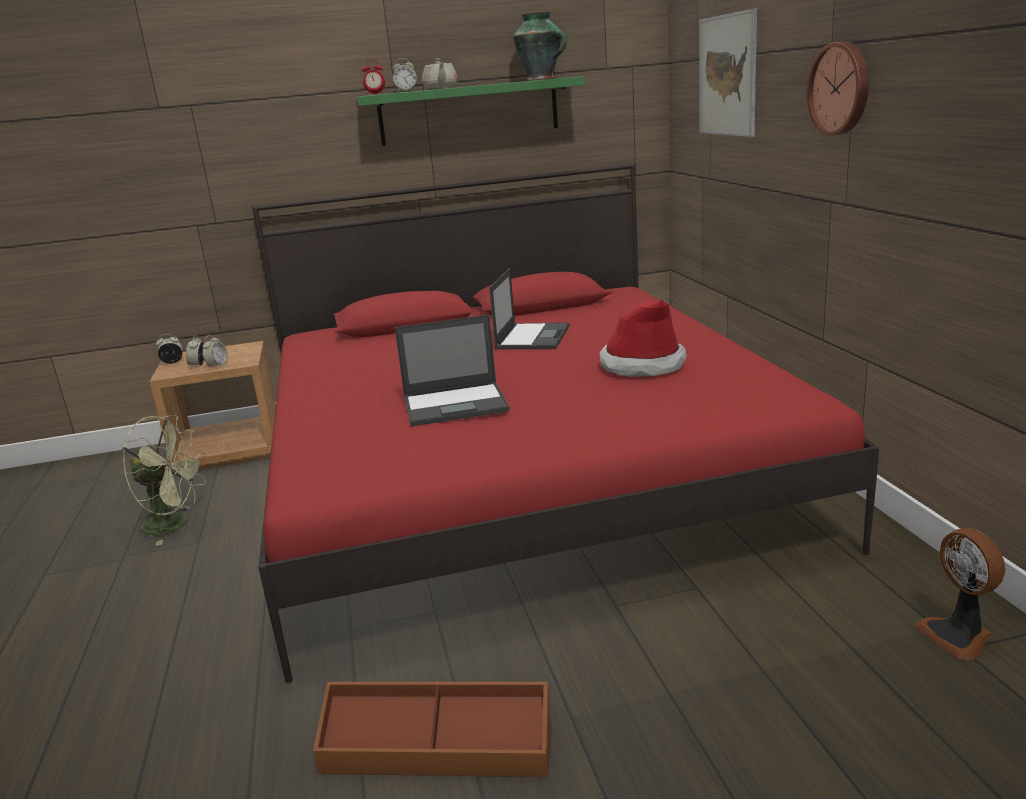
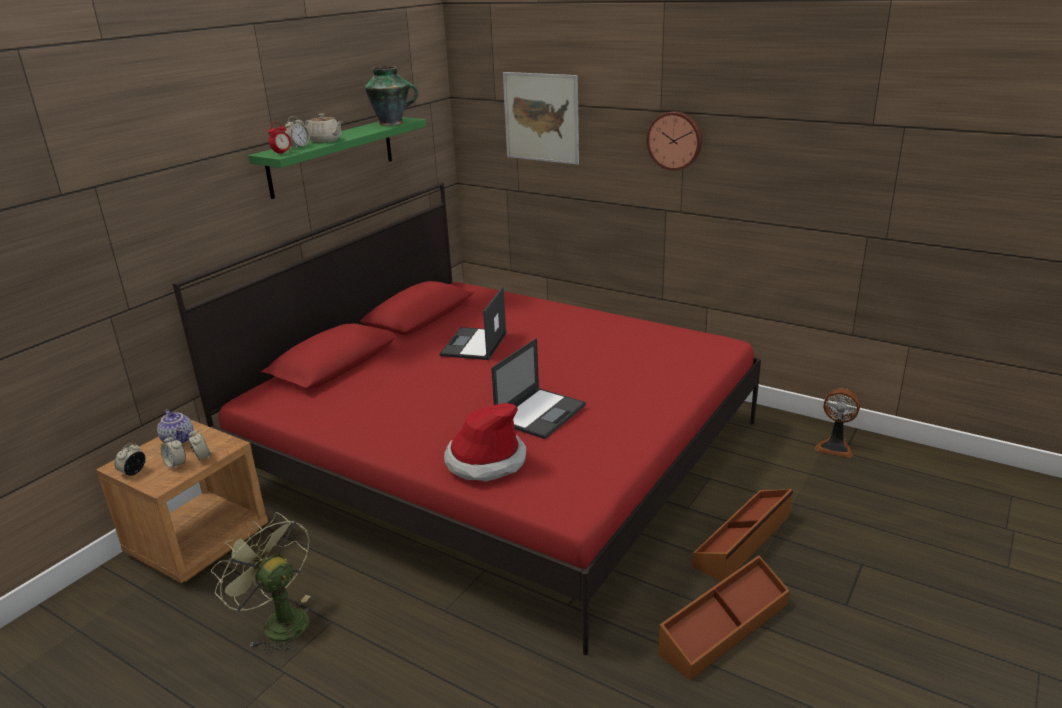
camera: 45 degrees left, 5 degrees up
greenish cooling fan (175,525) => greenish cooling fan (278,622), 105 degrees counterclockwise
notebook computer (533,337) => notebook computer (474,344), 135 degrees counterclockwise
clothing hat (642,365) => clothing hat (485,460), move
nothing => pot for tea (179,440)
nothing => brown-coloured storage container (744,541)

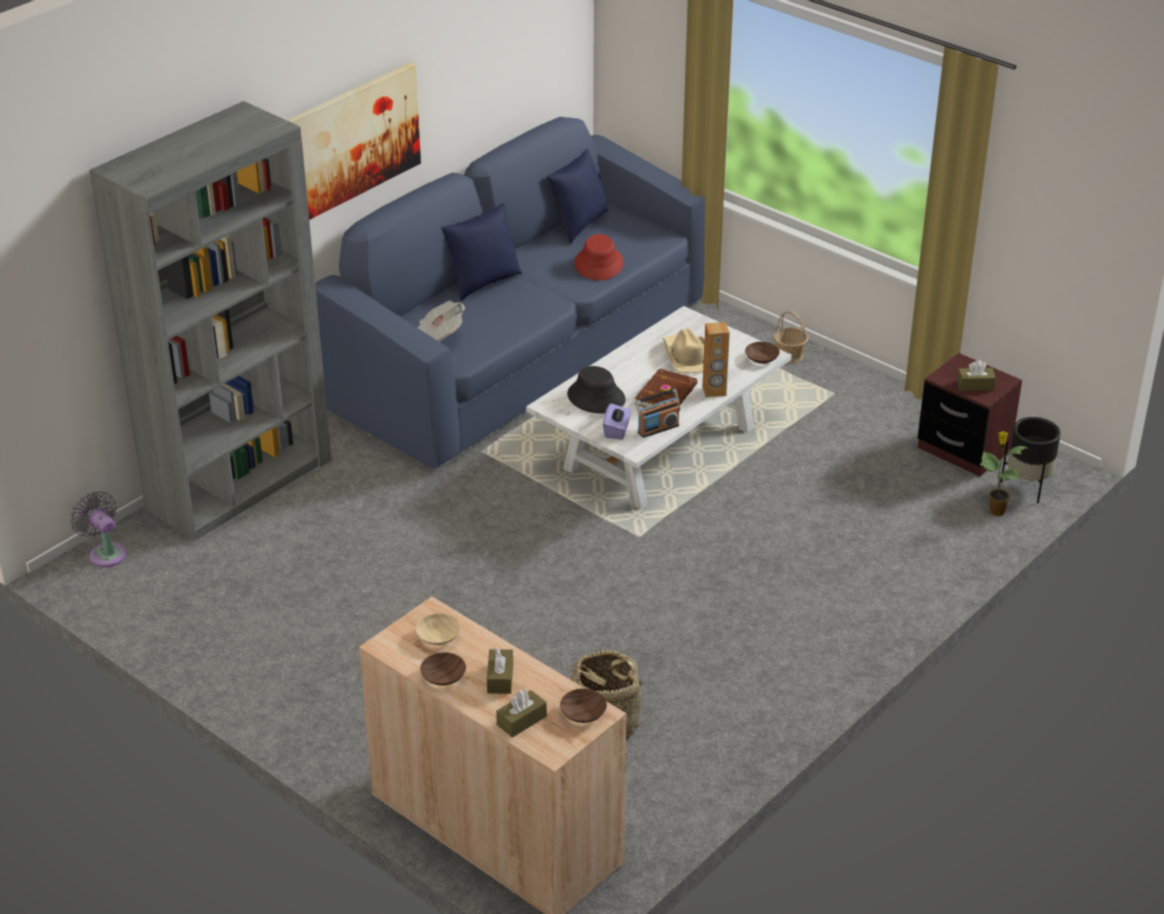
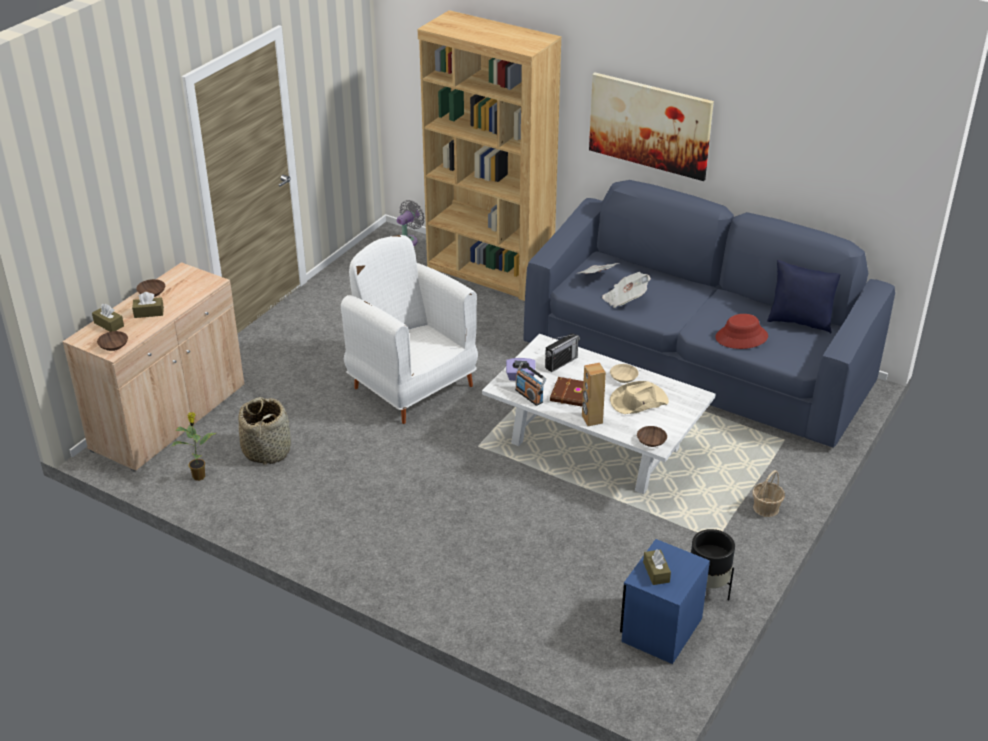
camera: 80 degrees right, 0 degrees up
gray shelving unit (240,484) => brown-coloured shelving unit (490,272)
beige serving bowl (439,637) => beige serving bowl (623,378), move
blue pillow (483,283) => nothing
black-coloured clothing hat (596,397) => radio receiver (561,363)
brown-coloured bedside table (963,449) => blue bedside table (661,630)
plant in a pot (995,511) => plant in a pot (199,475), move
black-coloured plant pot (1028,486) => black-coloured plant pot (707,589), move
nothing => white-coloured easy chair (412,386)
nothing => newspaper (625,300)

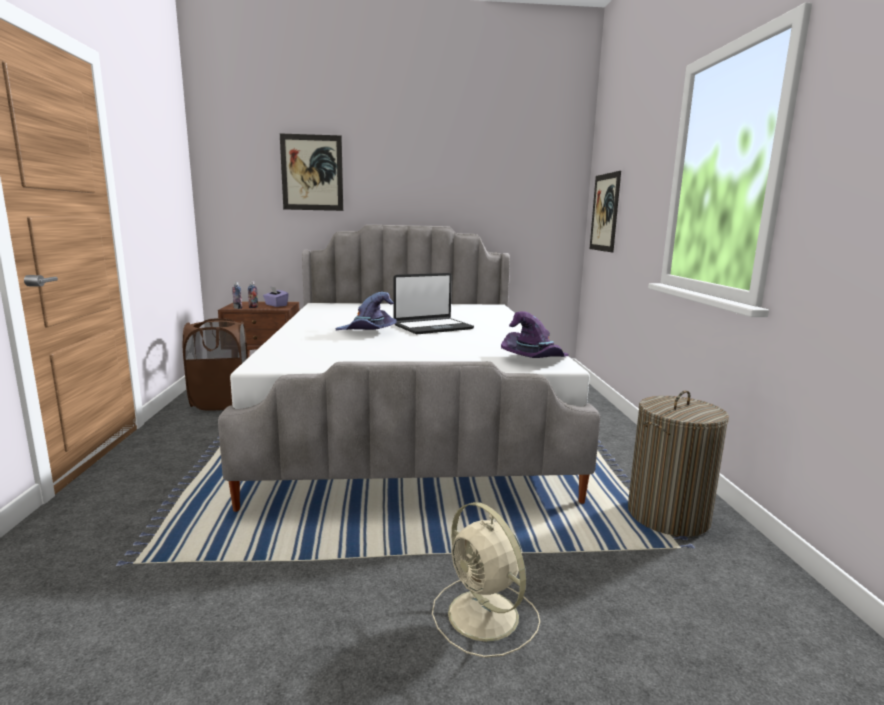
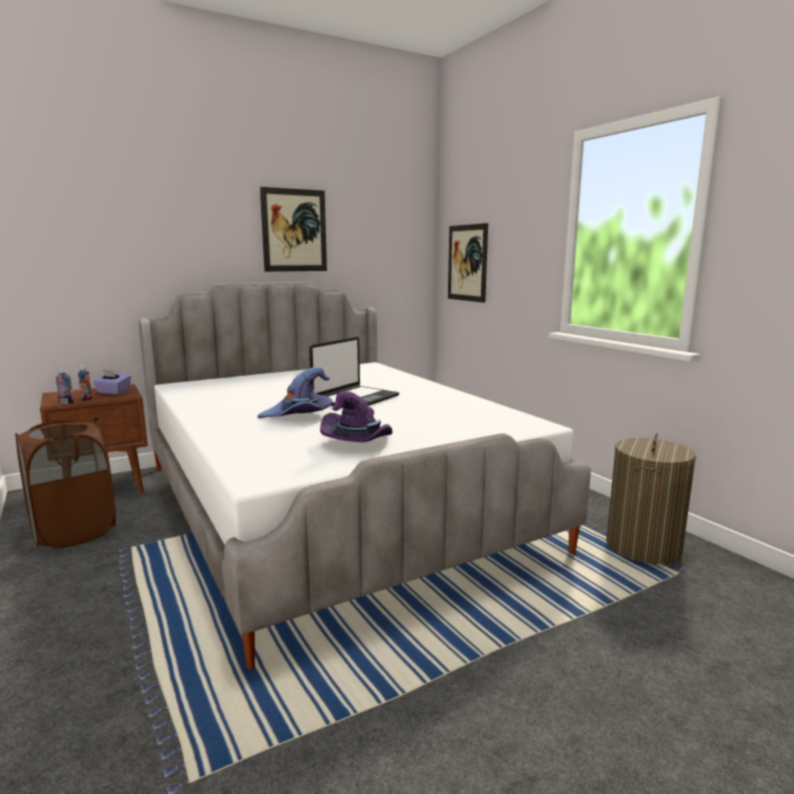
camera: 25 degrees left, 0 degrees up
picture (312,173) => picture (294,230), move
beige cooling fan (485,617) => nothing
purplish clothing hat (534,360) => purplish clothing hat (359,442), move

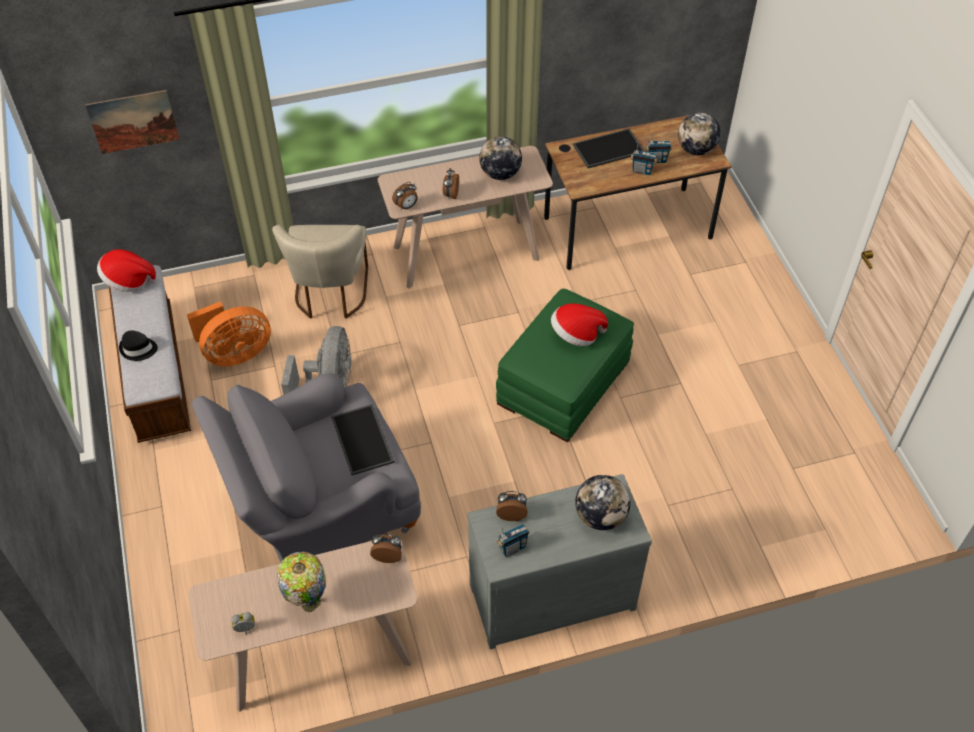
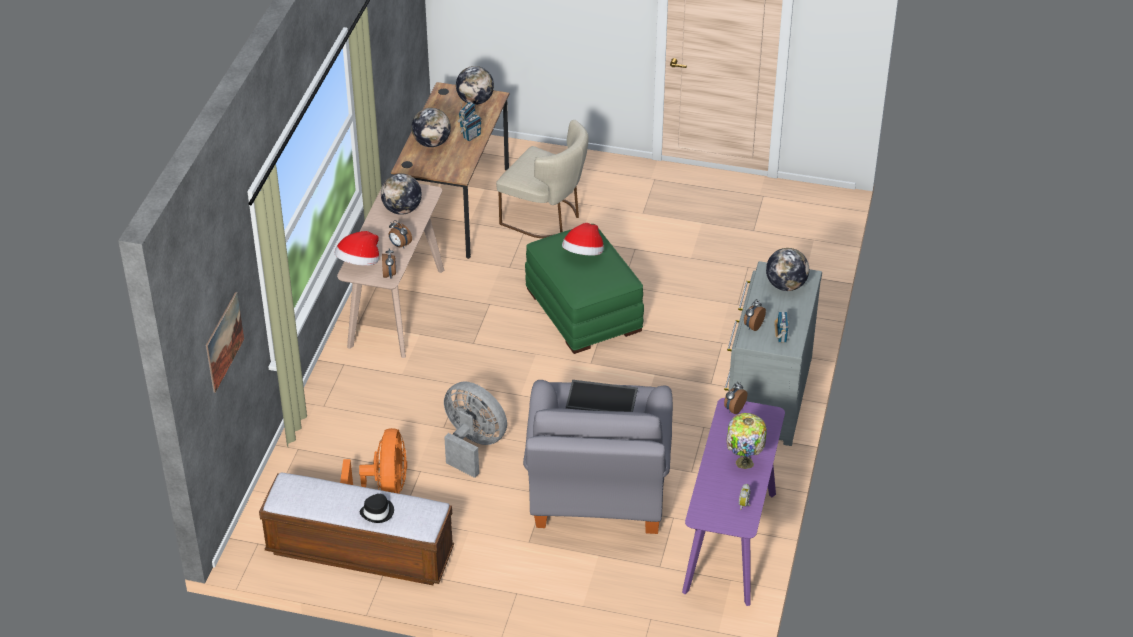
camera: 60 degrees left, 10 degrees down
clothing hat (128,281) => clothing hat (359,263), move
beige console table (318,654) => purplish console table (730,542)
beige plain chair (330,295) => beige plain chair (546,217), move
tray (608,149) => world globe (432,143)

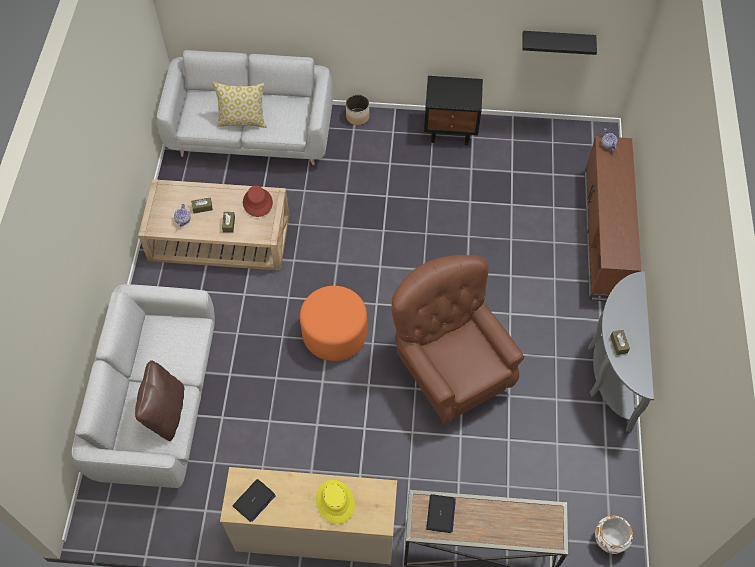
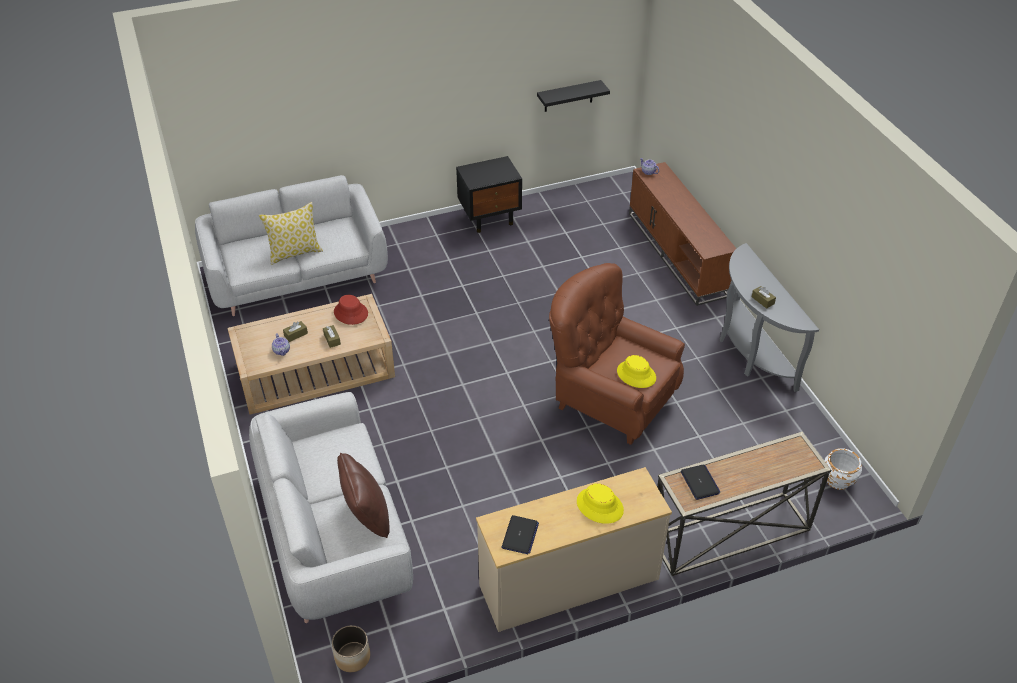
camera: 25 degrees left, 15 degrees down
orangey pouffe (334,334) => nothing
plant pot (358,116) => plant pot (353,656), move
nothing => yellowish clothing hat (636,375)

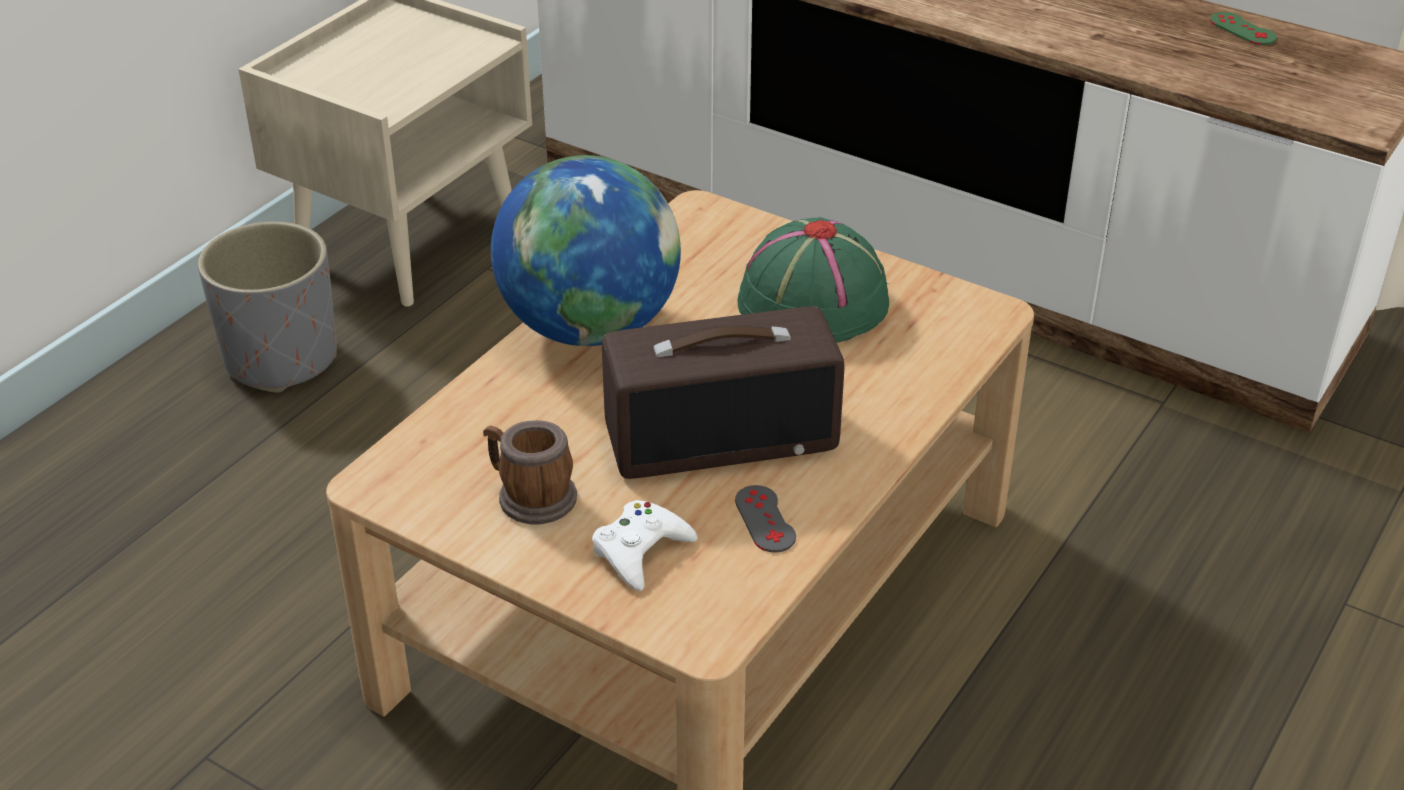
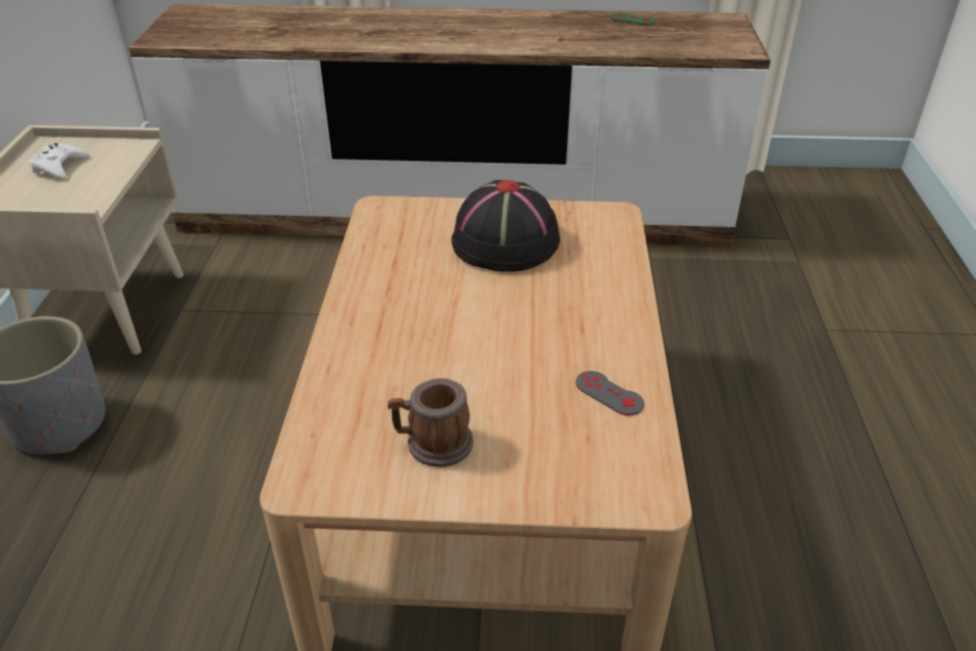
camera: 30 degrees left, 0 degrees up
world globe (589,327) => nothing
white-coloured gamepad (640,551) => white-coloured gamepad (60,167), move
radio receiver (722,435) => nothing
greenish clothing hat (812,303) => black-coloured clothing hat (505,243)

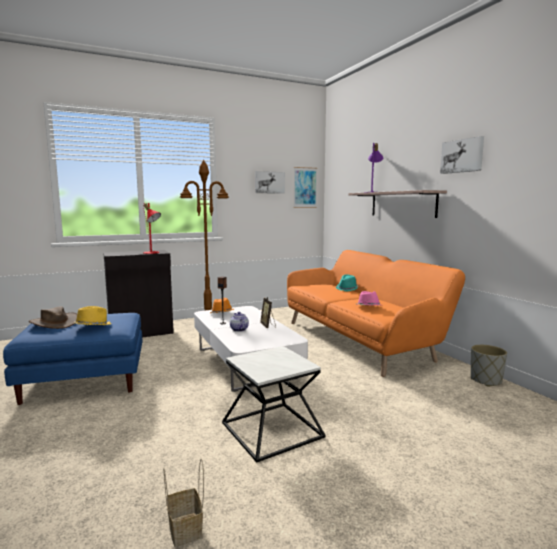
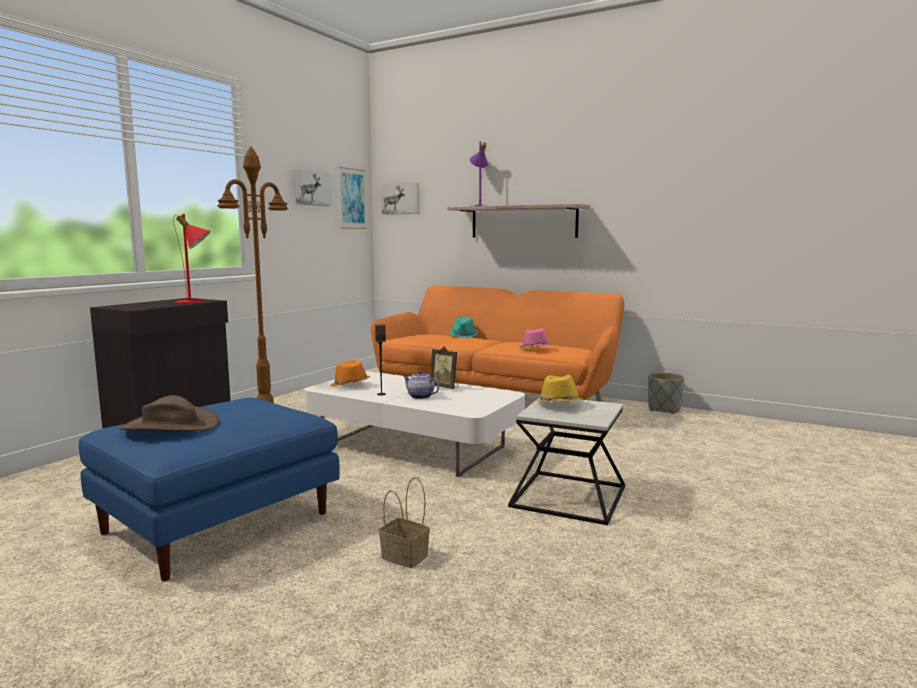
camera: 35 degrees left, 0 degrees up
yellowish clothing hat (92,326) => yellowish clothing hat (558,405), move
storage basket (186,529) => storage basket (406,556), move
picture (462,156) => picture (401,199), move

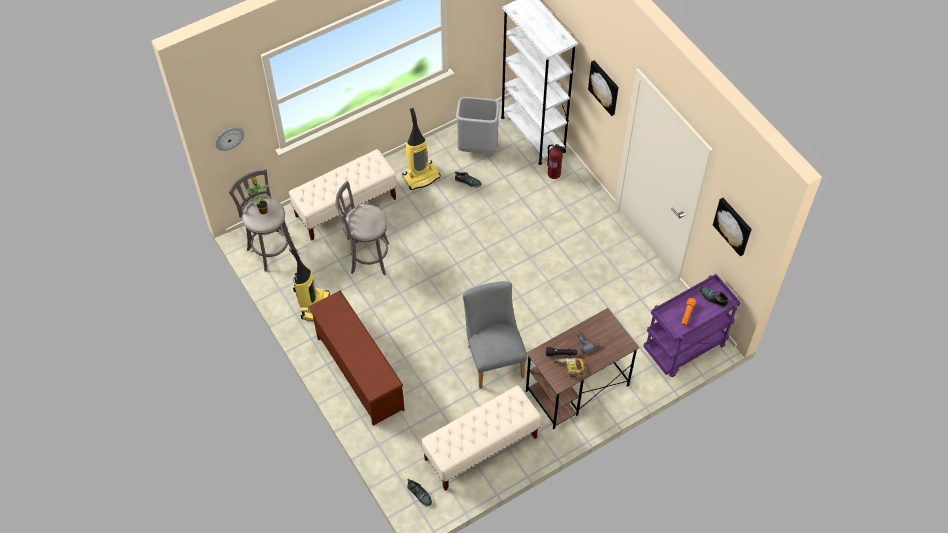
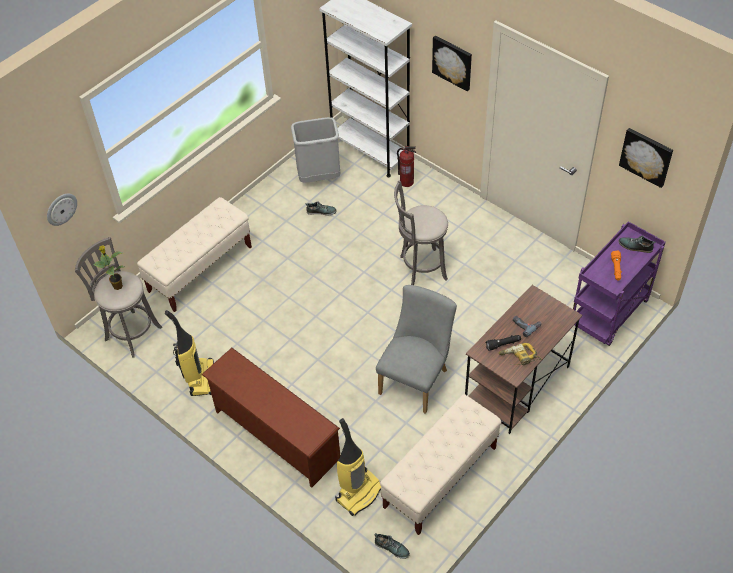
camera: 15 degrees left, 5 degrees down
gray stool seat (367,257) => gray stool seat (420,268), move
vacuum (421,177) => vacuum (359,492), move
gray plain chair (493,358) => gray plain chair (416,378), 60 degrees clockwise

